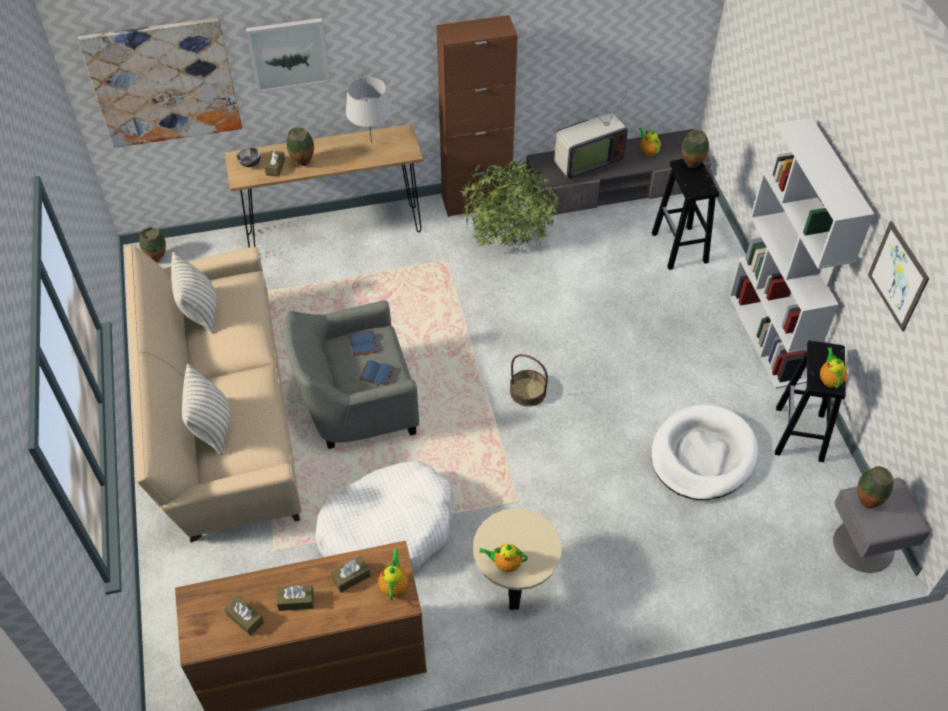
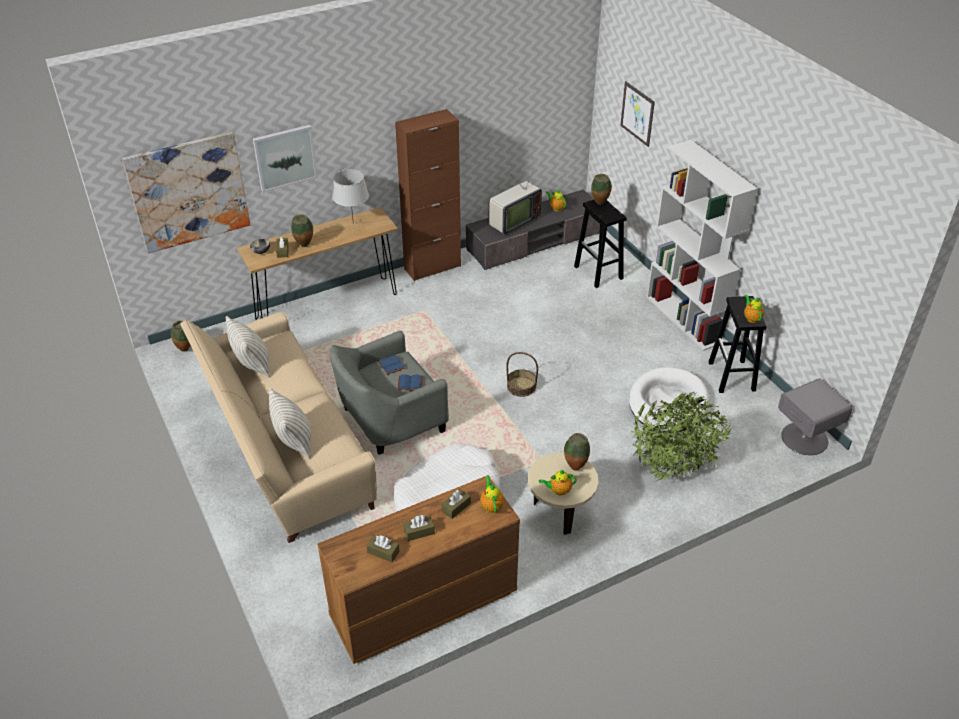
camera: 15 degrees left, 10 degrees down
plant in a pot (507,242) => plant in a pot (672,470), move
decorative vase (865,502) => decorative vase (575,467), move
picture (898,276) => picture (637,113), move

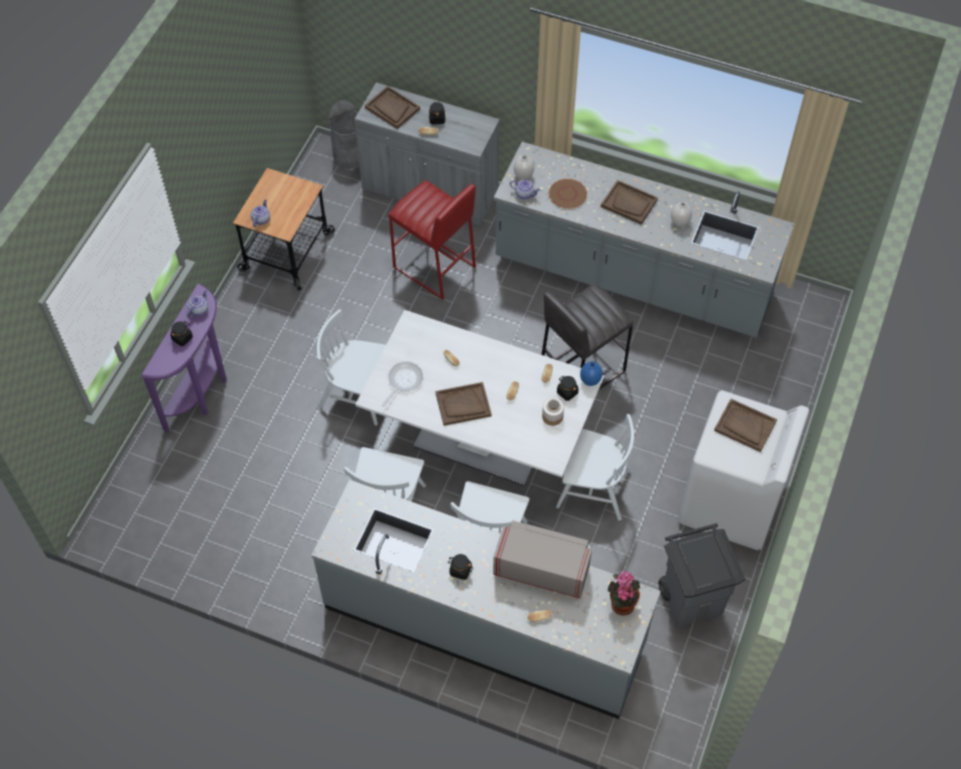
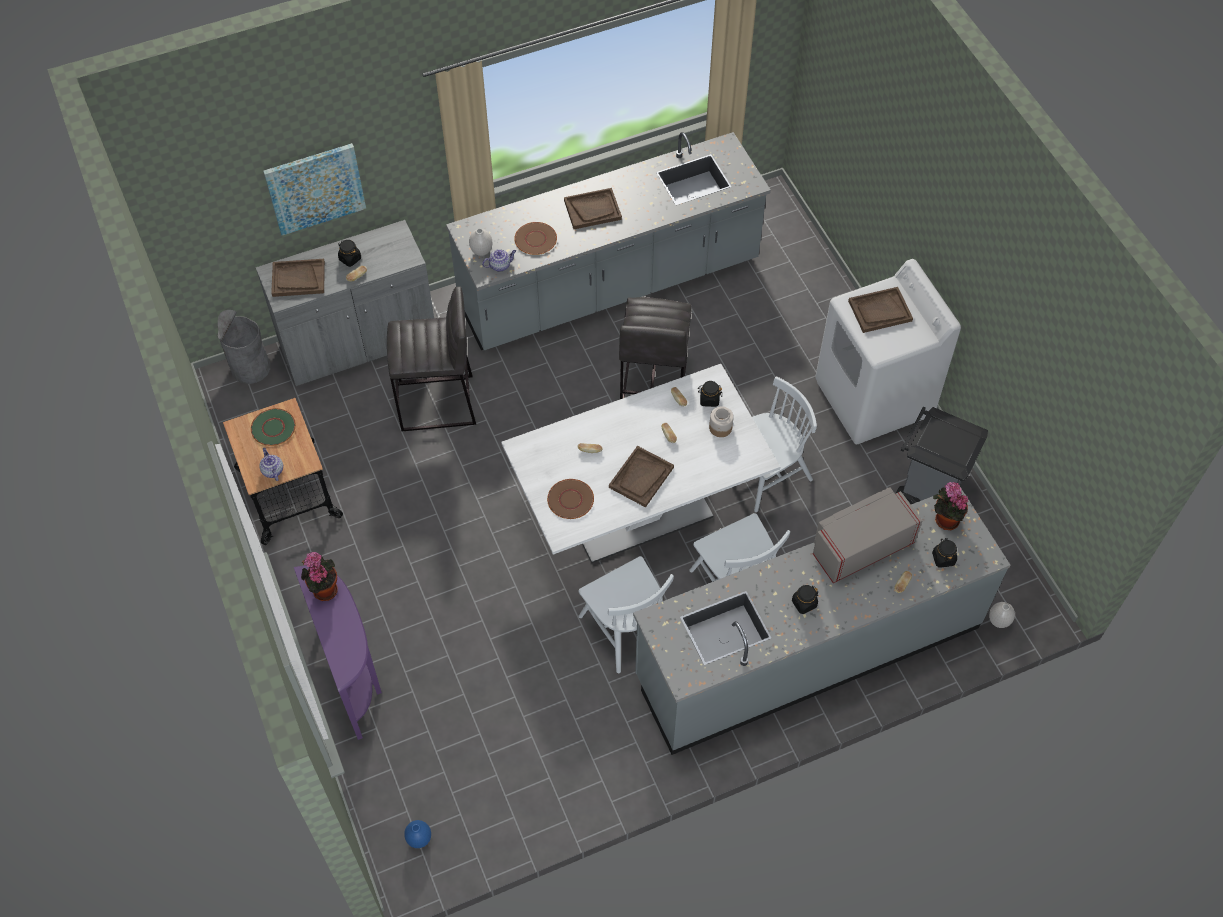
camera: 45 degrees left, 0 degrees up
black-coloured preserve jar (182,338) => black-coloured preserve jar (943,558), move
pot for tea (199,310) => plant in a pot (323,589)
white-coloured plain chair (357,394) => nothing
skillet (403,381) => brown-coloured flat dish (570,500)
reddish stool seat (434,267) => gray stool seat (438,403)
blue decorative vase (590,381) => blue decorative vase (419,839), move
white-coloured decorative vase (679,223) => white-coloured decorative vase (998,622), move
nothing => greenish flat dish (273,428)
nothing => picture (315,188)

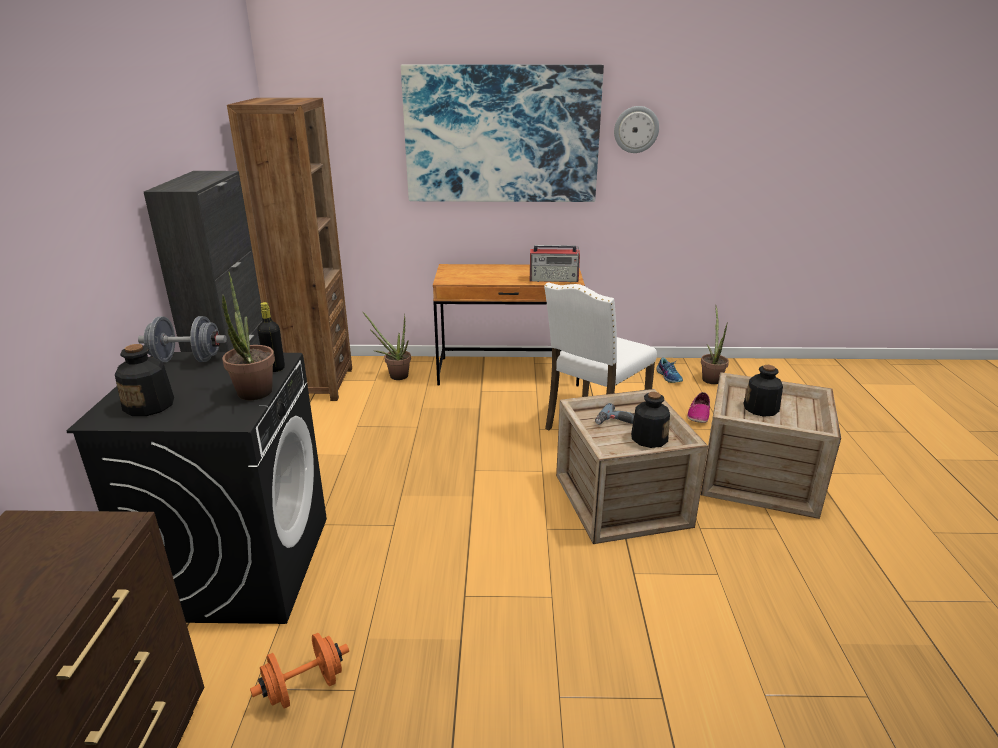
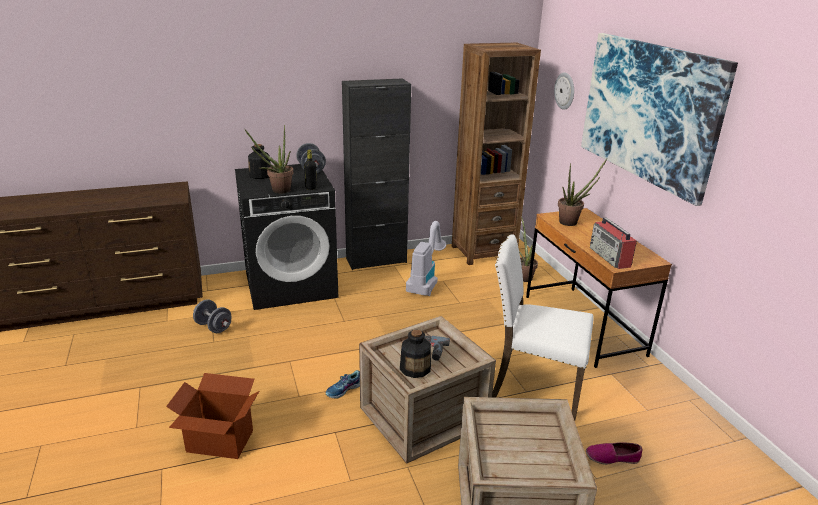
camera: 70 degrees right, 0 degrees up
orangey free weight (304,687) => gray free weight (213,327)
wall clock (636,129) => wall clock (565,91), move
item of footwear (669,376) => item of footwear (344,390), move
plant in a pot (711,378) => plant in a pot (572,222), move
bottle (761,409) => nothing
nothing => carton (220,442)
nothing => vacuum (426,281)

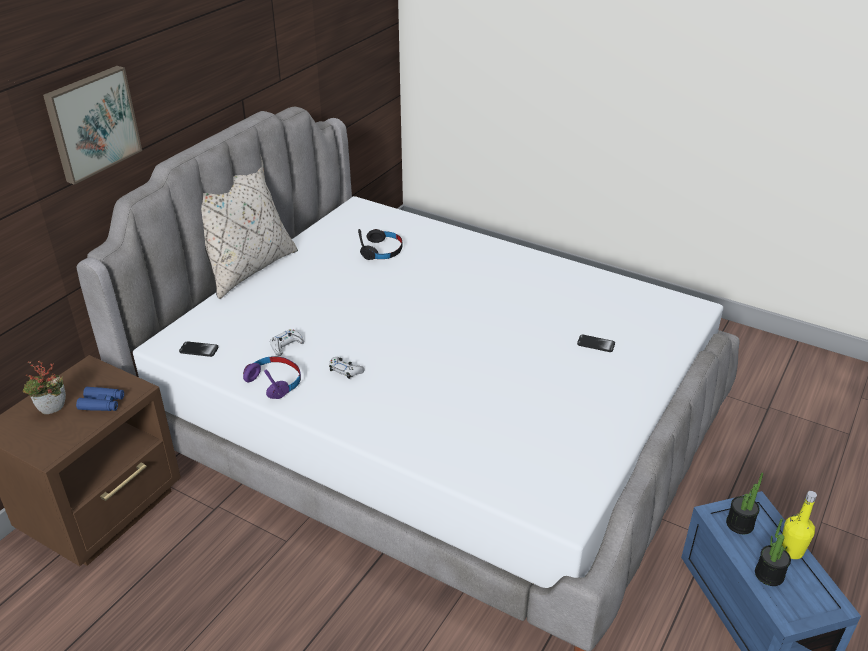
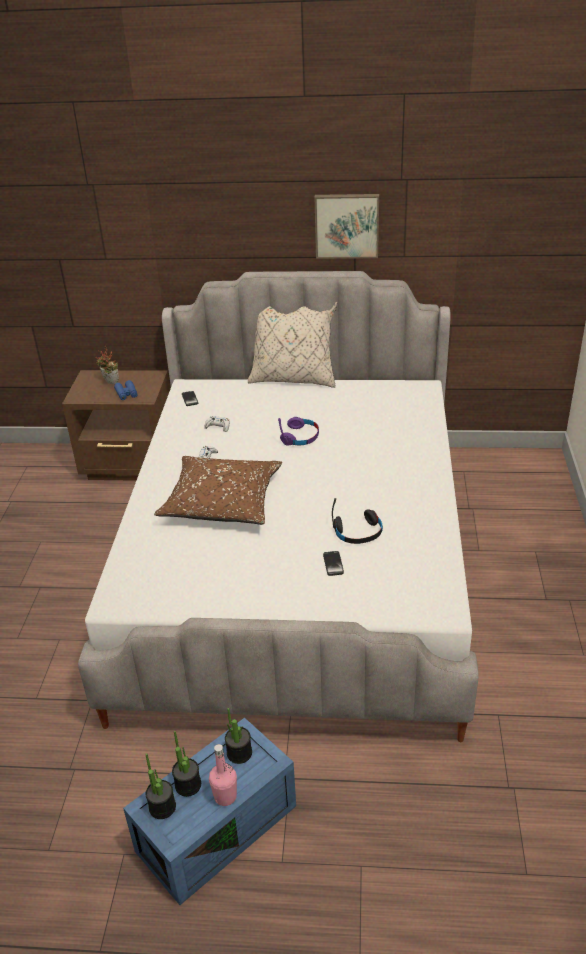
camera: 65 degrees right, 0 degrees up
picture (91,123) => picture (347,225), move
purplish headset (275,382) => purplish headset (300,437), move
black-coloured headset (382,251) => black-coloured headset (358,533), move
yellowish bottle (791,550) => pink-coloured bottle (225,796)
nothing => plant in a pot (162,807)
nothing => brown-coloured pillow (222,502)

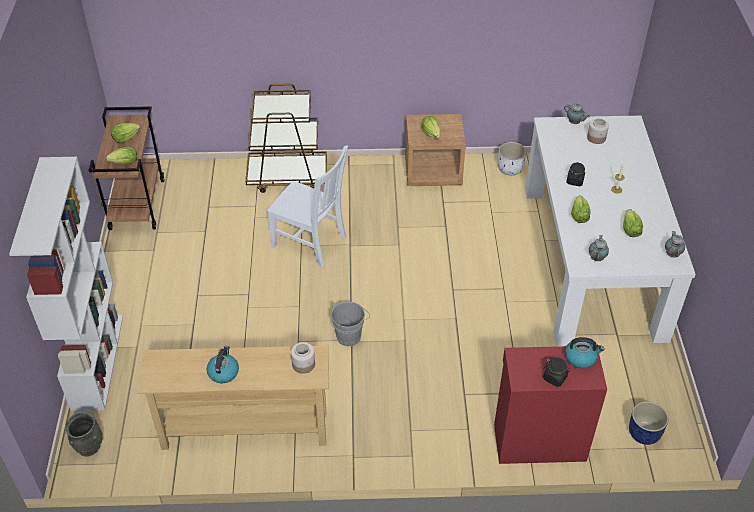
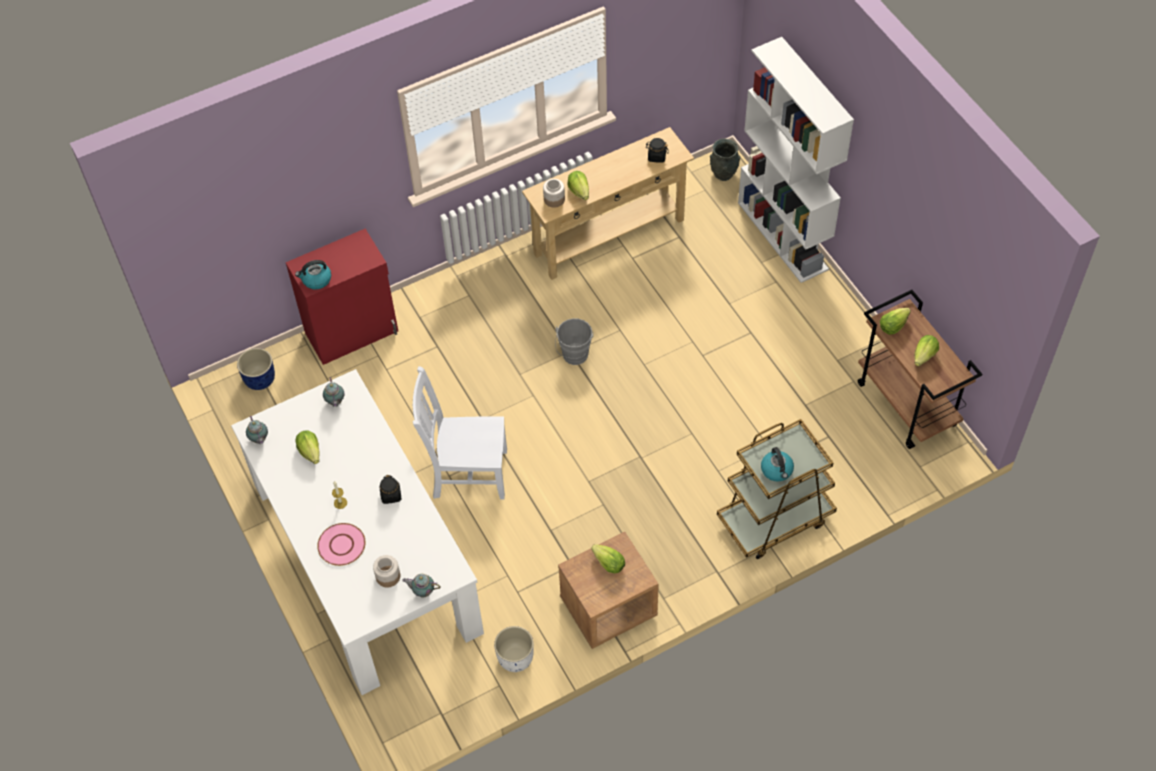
camera: 155 degrees right, 10 degrees up
water kettle (223,372) => water kettle (777,470), move
white-coloured plain chair (311,242) => white-coloured plain chair (467,473), move
black-coloured preserve jar (555,378) => black-coloured preserve jar (656,156), move
lettuce (579,216) => lettuce (579,191), move
nothing => pink-coloured flat dish (341,545)

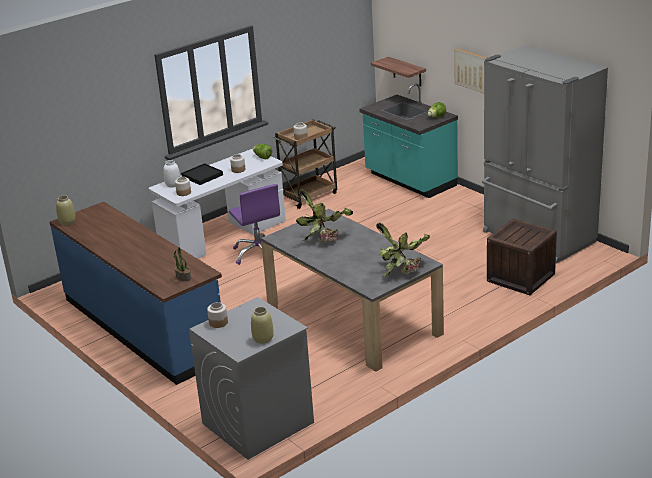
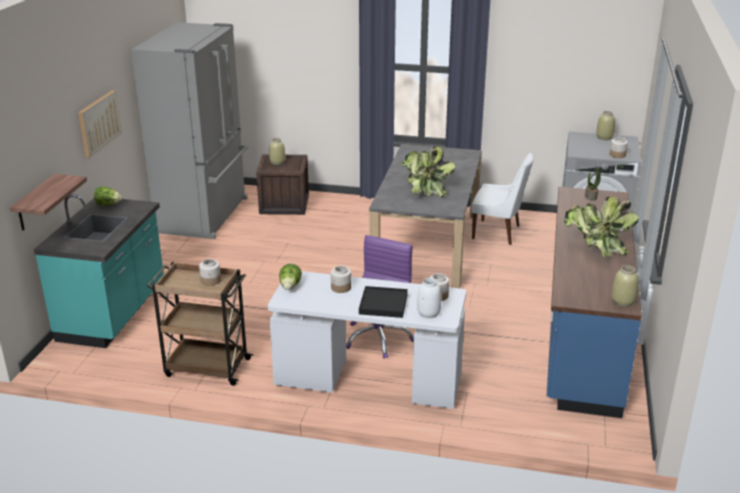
camera: 130 degrees left, 0 degrees up
plant in a pot (402,270) => plant in a pot (596,251), move
nothing => beige decorative vase (277,162)
nothing => white-coloured plain chair (498,232)

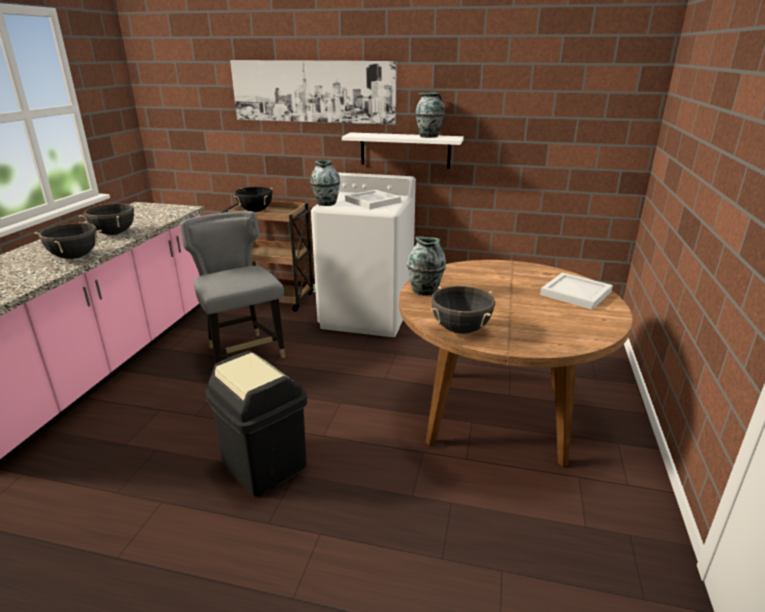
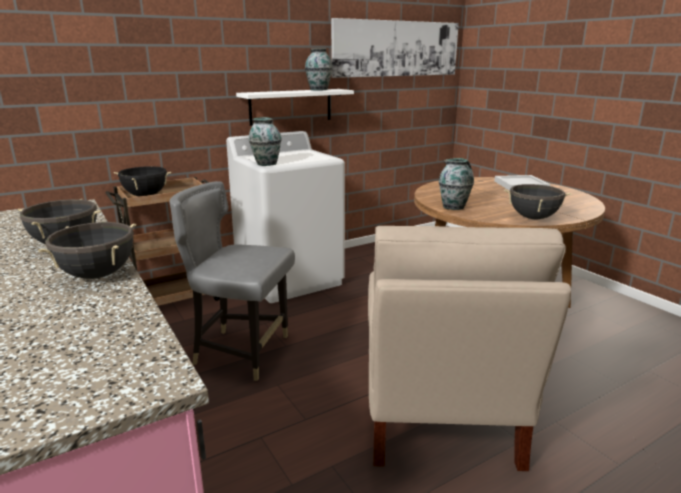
camera: 45 degrees left, 5 degrees down
black-coloured waste bin (263,465) => beige plain chair (438,412)
picture (313,91) => picture (397,48), move
white-coloured tray (372,202) => nothing

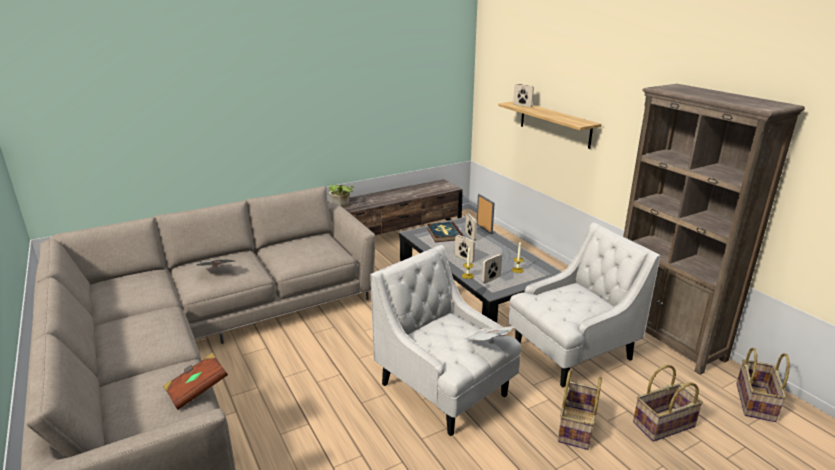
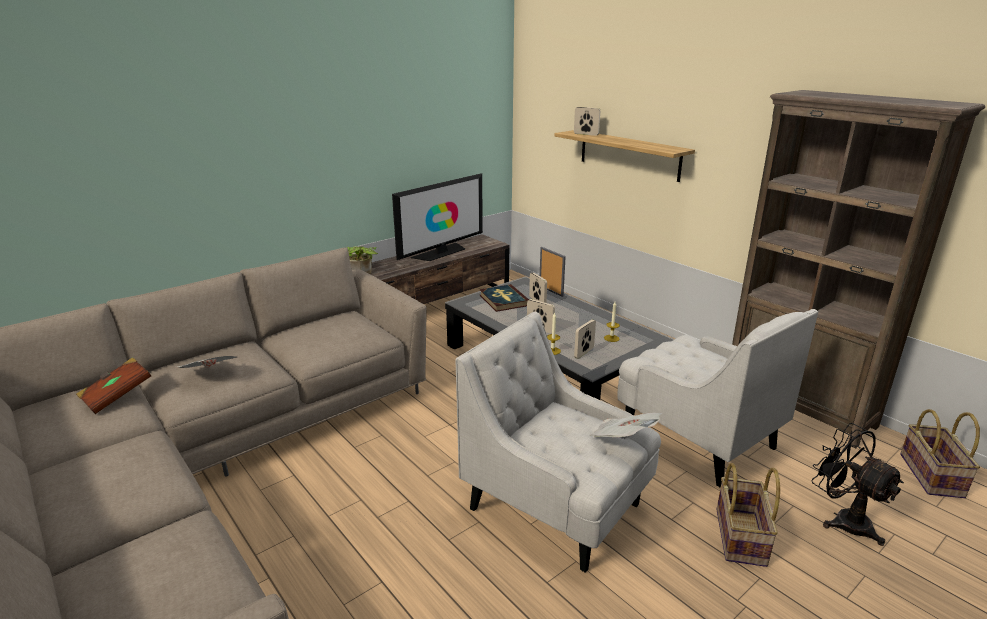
camera: 10 degrees left, 0 degrees up
brown-coloured book (197,390) => brown-coloured book (117,396), move
white-coloured easy chair (571,353) => white-coloured easy chair (696,437), 90 degrees clockwise
storage basket (664,425) => black-coloured cooling fan (843,519)
nothing => TV set (441,252)

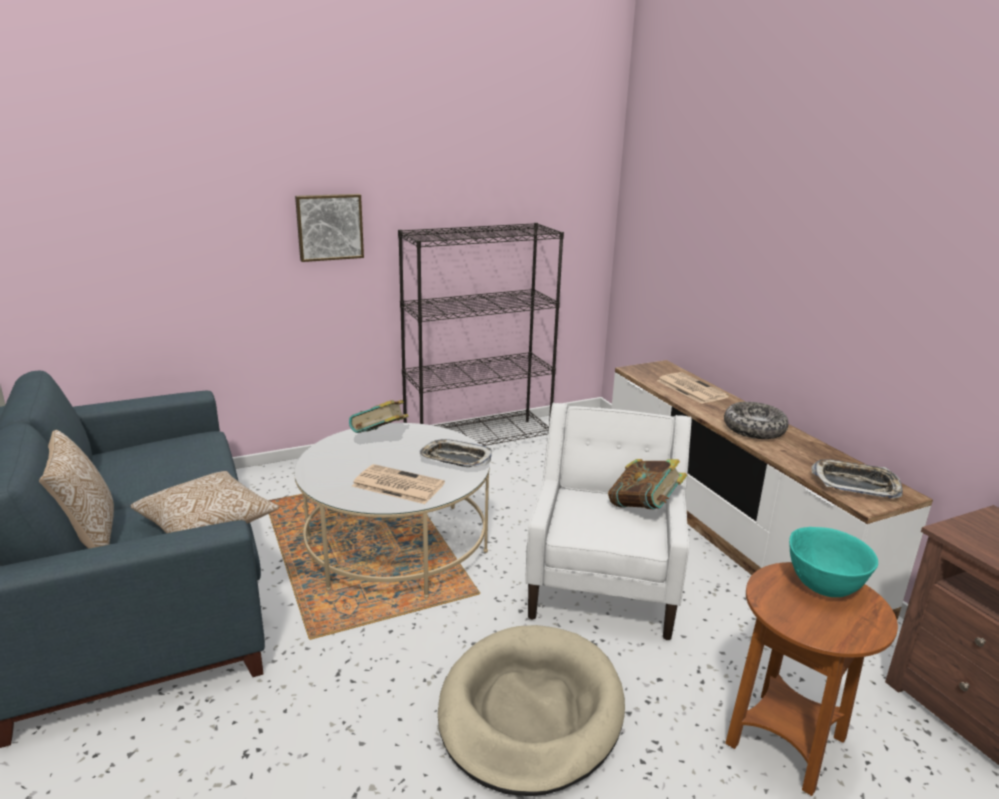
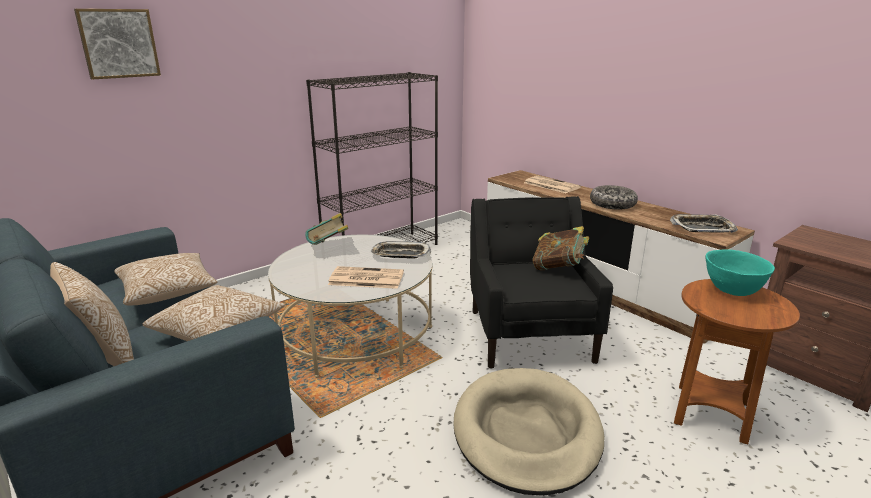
camera: 15 degrees left, 0 degrees up
picture (329,227) => picture (118,43), move
white-coloured easy chair (604,583) => black-coloured easy chair (529,333)
nothing => pillow (168,292)

